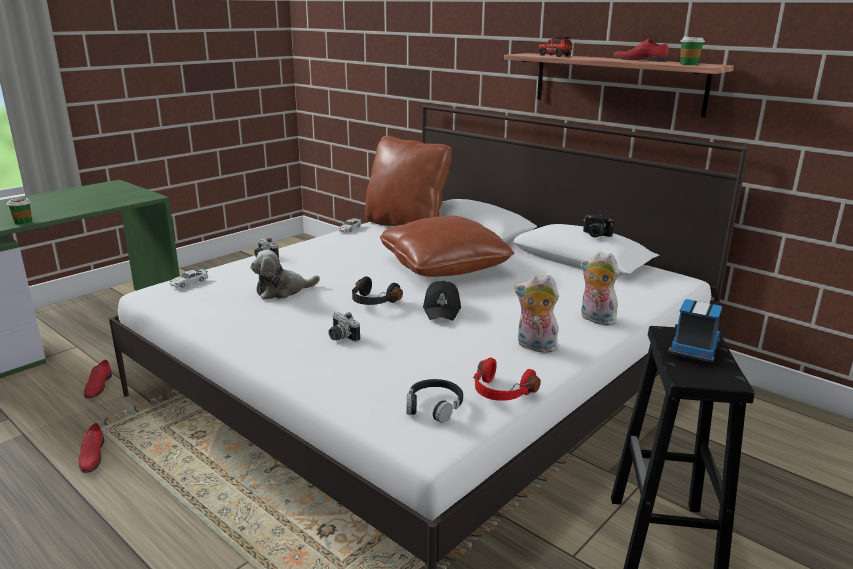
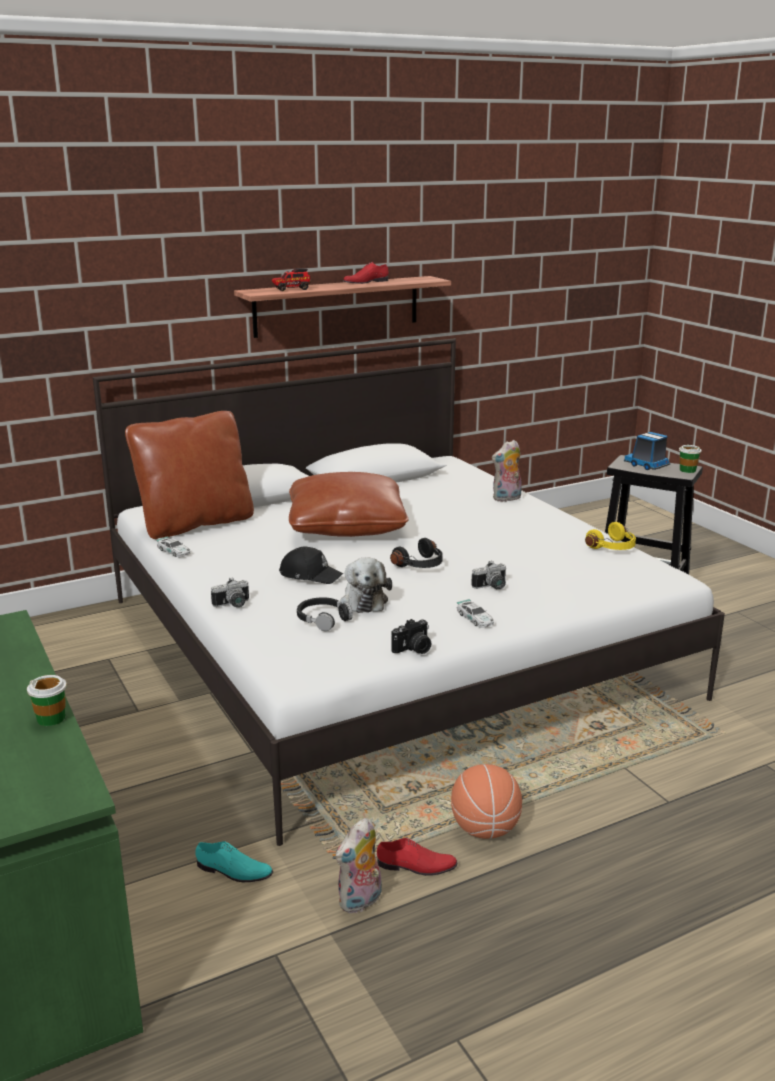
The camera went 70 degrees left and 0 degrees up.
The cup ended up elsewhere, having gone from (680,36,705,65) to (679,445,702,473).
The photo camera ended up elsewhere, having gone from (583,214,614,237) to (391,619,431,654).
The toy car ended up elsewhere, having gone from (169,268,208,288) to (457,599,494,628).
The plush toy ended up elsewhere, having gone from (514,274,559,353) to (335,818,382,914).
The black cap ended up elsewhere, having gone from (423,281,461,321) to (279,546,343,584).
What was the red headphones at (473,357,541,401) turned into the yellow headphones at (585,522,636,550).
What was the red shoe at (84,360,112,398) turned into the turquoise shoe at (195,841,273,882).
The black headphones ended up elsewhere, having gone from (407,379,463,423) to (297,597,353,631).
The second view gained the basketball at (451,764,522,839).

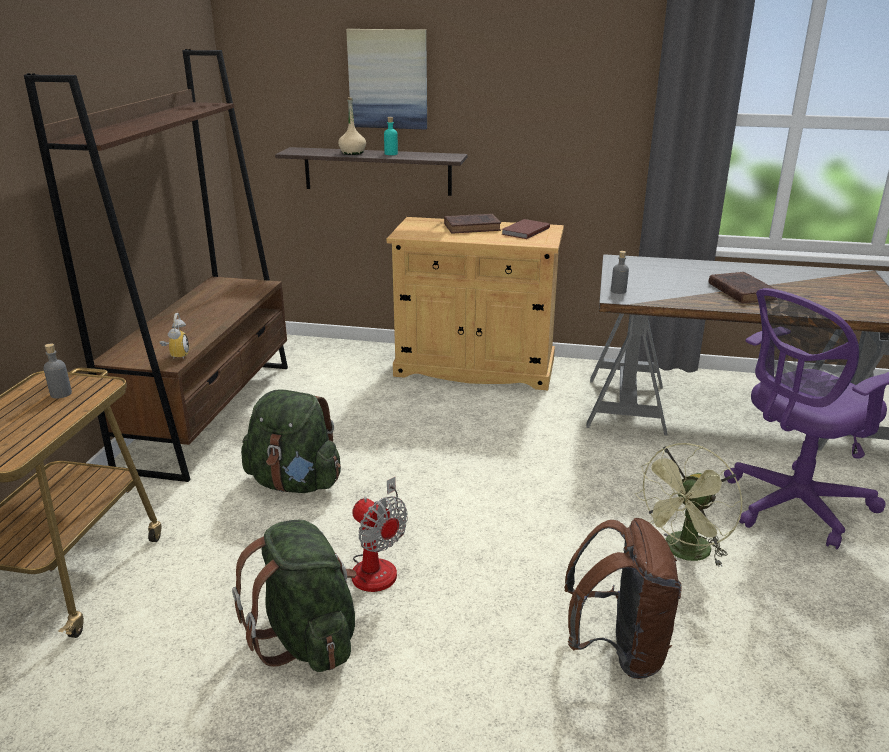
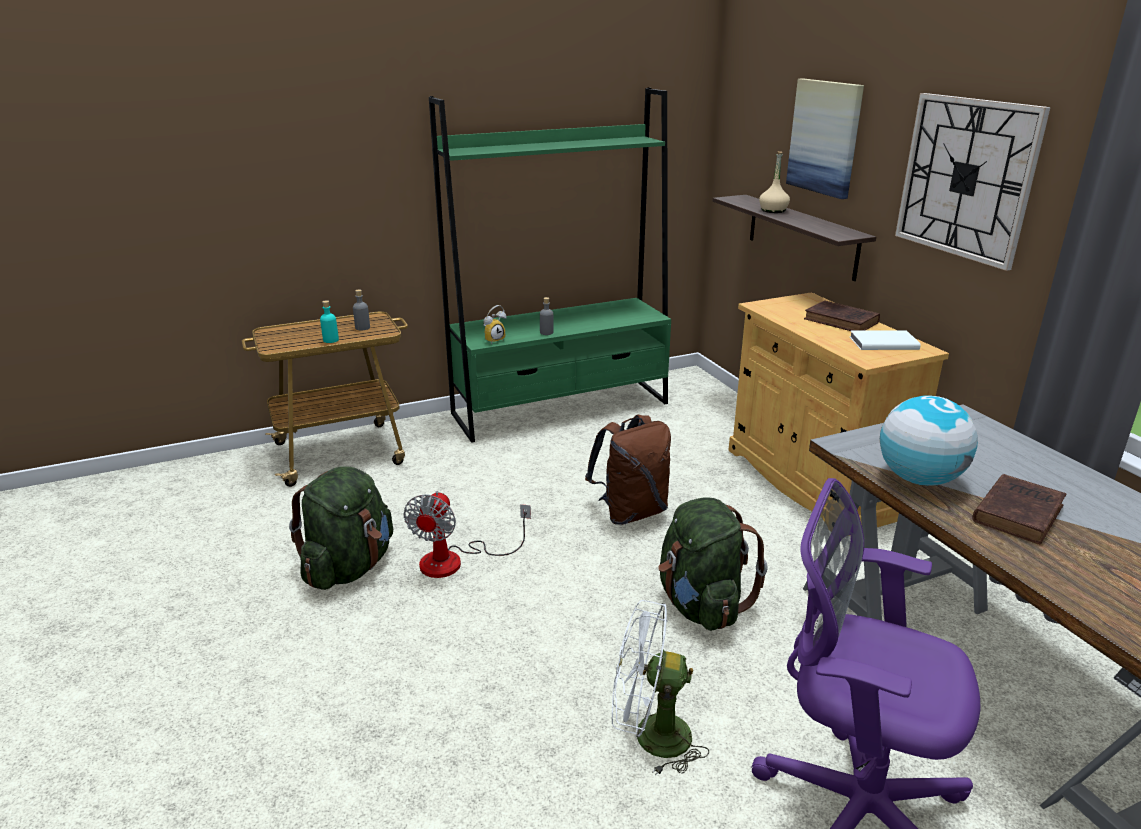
The camera went 55 degrees right and 0 degrees up.
What was the brown bookcase at (24,49,288,482) turned into the green bookcase at (429,87,671,443).
The turquoise bottle ended up elsewhere, having gone from (384,117,398,155) to (320,300,339,343).
What was the brown book at (501,219,550,239) turned into the white book at (850,330,921,350).
The grey bottle ended up elsewhere, having gone from (611,251,629,294) to (540,297,553,335).
The green backpack ended up elsewhere, having gone from (241,389,341,493) to (658,498,767,631).
What was the green fan at (635,443,743,567) turned into the white fan at (612,600,709,776).
The brown backpack ended up elsewhere, having gone from (564,518,682,679) to (585,415,671,525).
The second view gained the wall clock at (895,93,1051,271).
The second view gained the globe at (880,395,978,486).

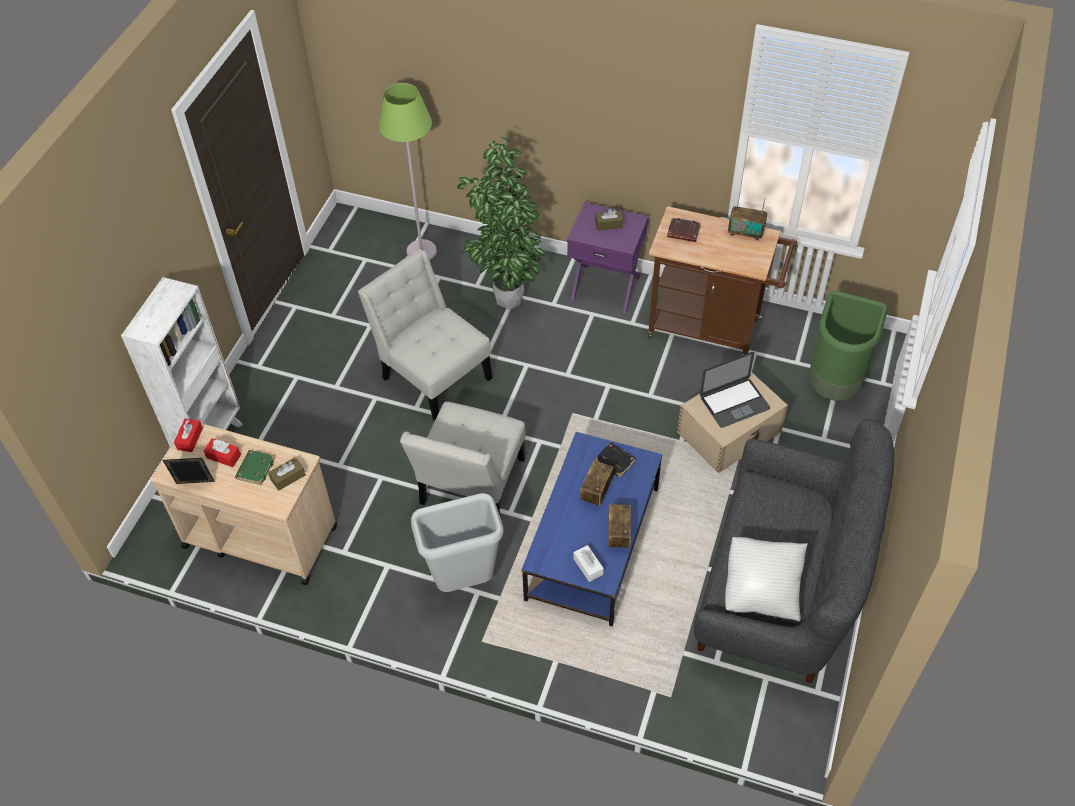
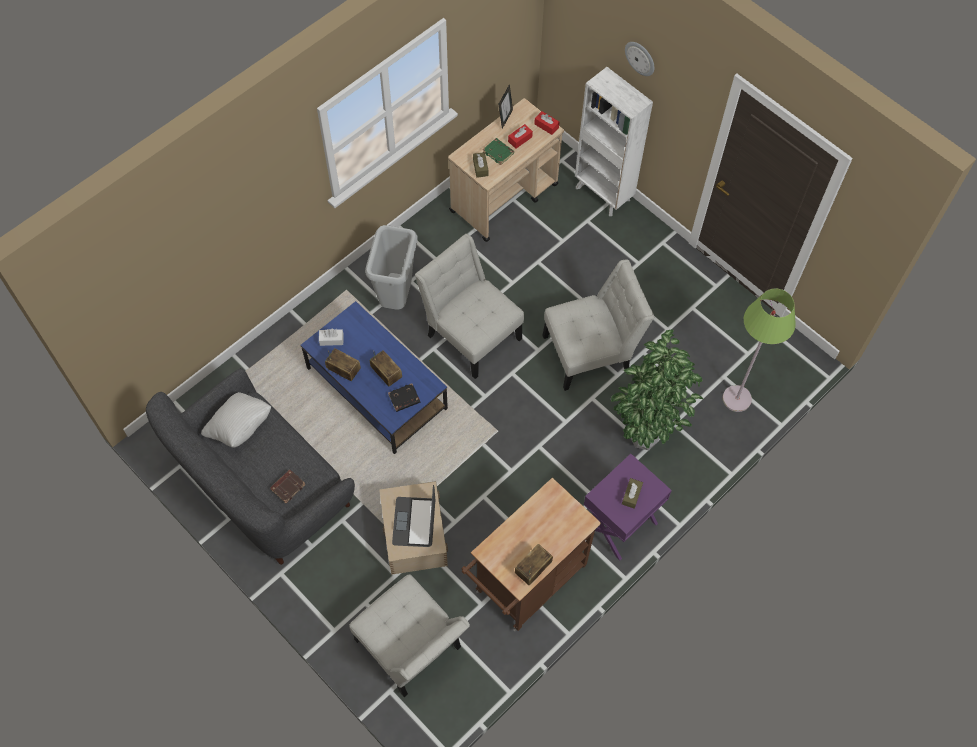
The camera went 115 degrees right and 10 degrees up.
The brown book ended up elsewhere, having gone from (667,218,701,242) to (270,470,306,503).
Where the green trash can stood at (809,291,888,401), the white chair came to stand at (349,574,470,697).
The second view gained the wall clock at (625,42,654,76).

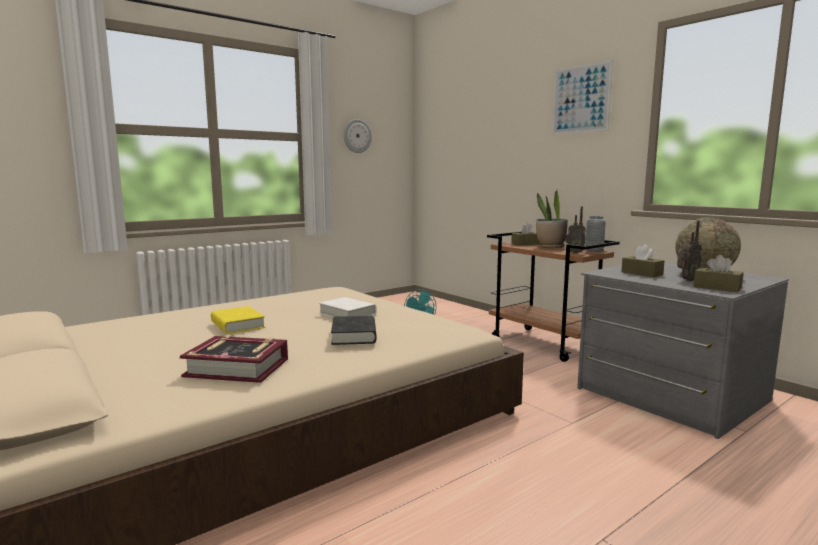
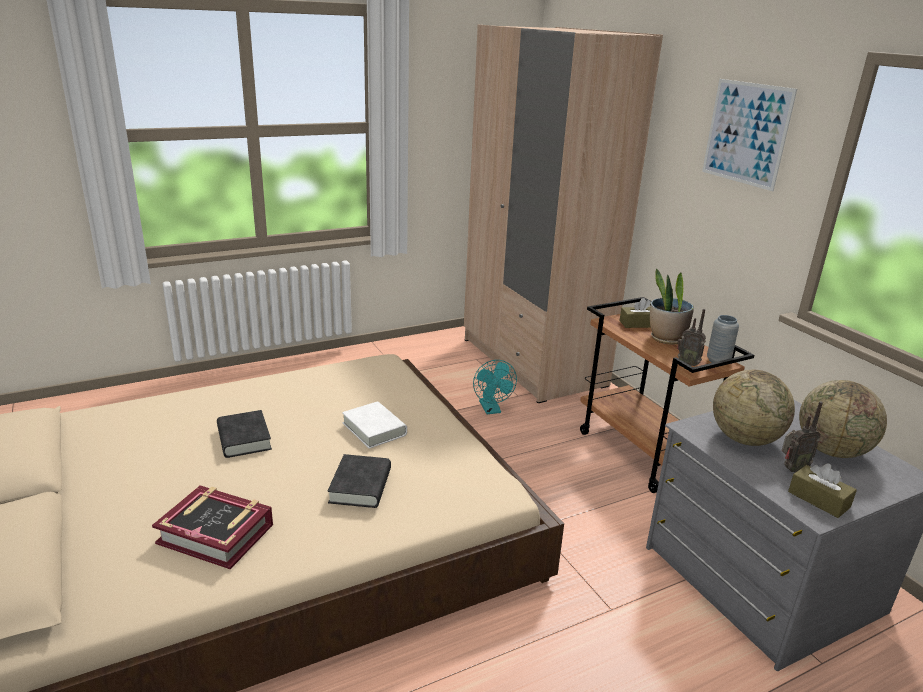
The camera went 10 degrees right and 15 degrees up.
The second view lost the wall clock at (344,119,372,153).
Where the brown tissue box stood at (621,244,664,277), the globe came to stand at (713,370,795,446).
What was the yellow book at (211,306,265,334) turned into the black book at (217,410,272,458).
The second view gained the beige wardrobe at (464,25,663,403).

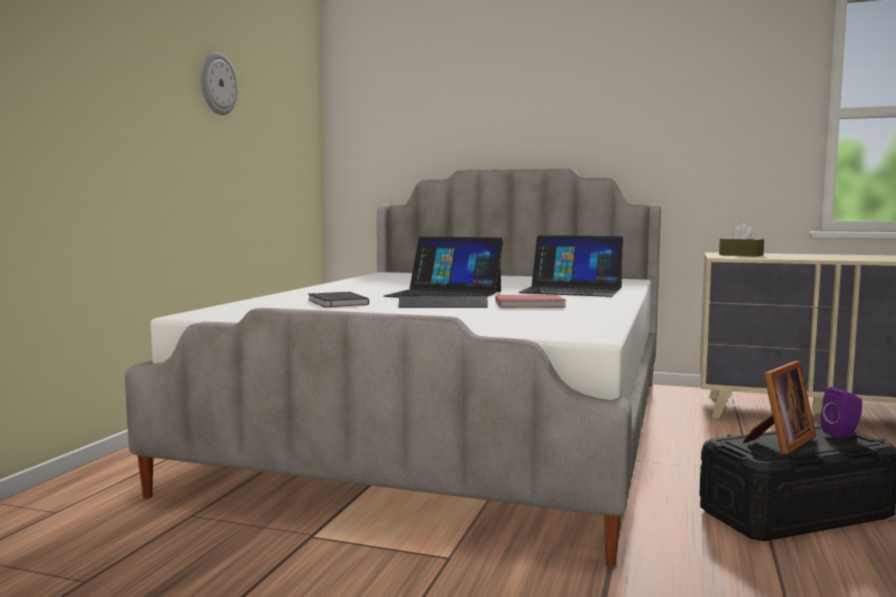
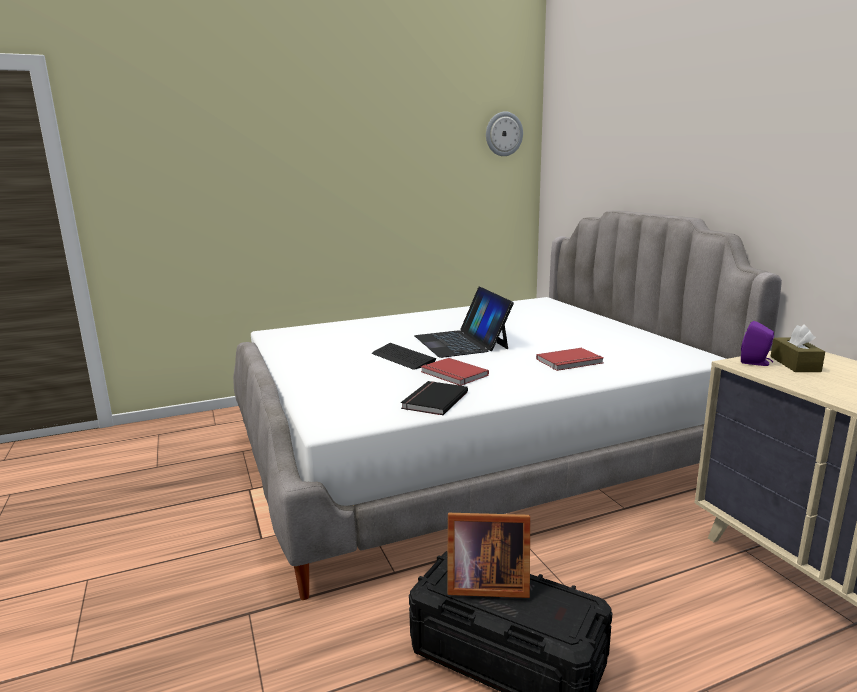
The camera went 50 degrees right and 10 degrees up.
The wall clock ended up elsewhere, having gone from (200,52,238,115) to (486,111,523,156).
Where the laptop stood at (519,235,623,297), the red book came to stand at (536,348,603,371).
The black book ended up elsewhere, having gone from (308,292,369,308) to (401,381,468,416).
The purple speaker ended up elsewhere, having gone from (821,387,862,438) to (741,321,774,366).

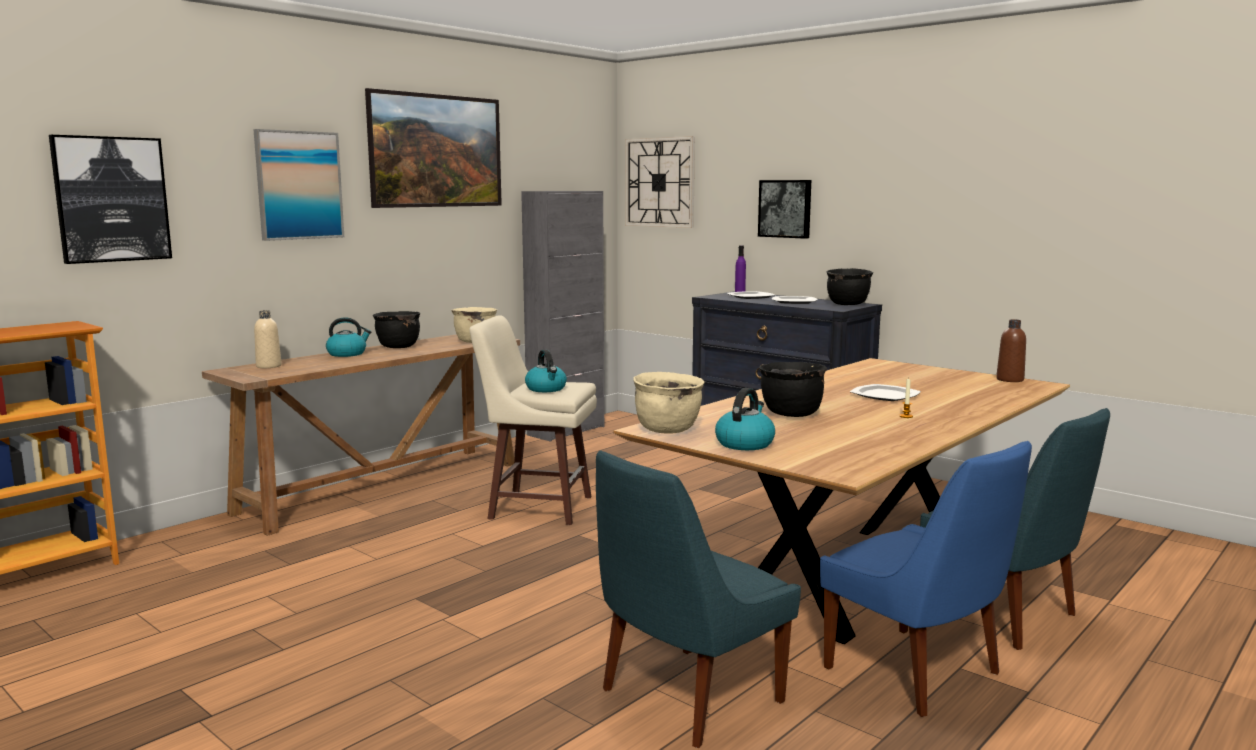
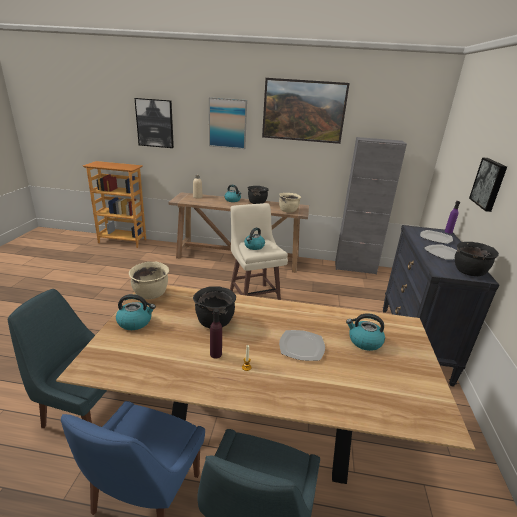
The camera went 55 degrees right and 15 degrees up.
The second view lost the wall clock at (625,136,695,228).
The second view lost the brown bottle at (996,319,1026,382).
The second view gained the purple bottle at (210,309,222,359).
The second view gained the kettle at (346,313,385,351).

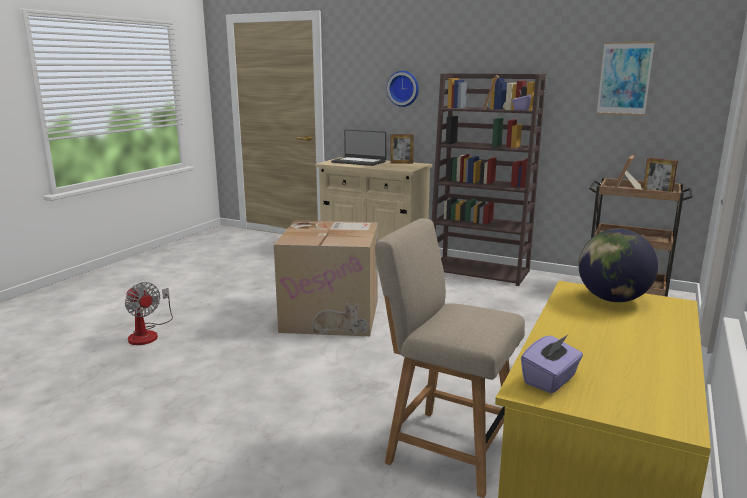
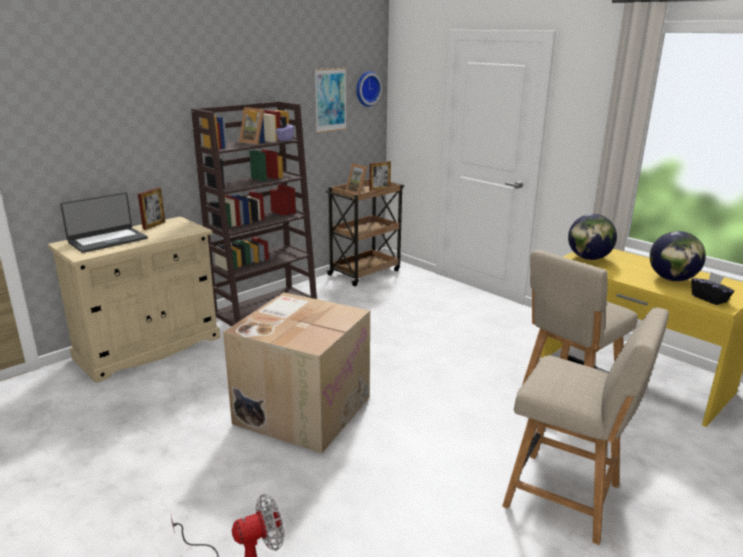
The camera went 70 degrees left and 5 degrees up.
The wall clock ended up elsewhere, having gone from (387,71,419,107) to (356,71,382,107).
What was the purple tissue box at (521,335,583,394) turned into the black tissue box at (691,272,734,305).
The second view gained the globe at (650,231,706,281).
The second view gained the beige chair at (502,307,669,545).

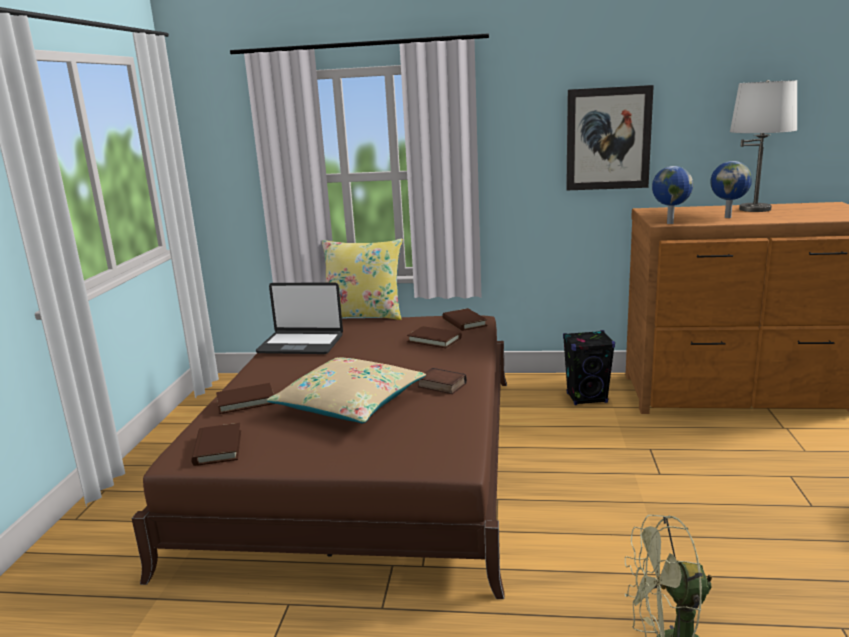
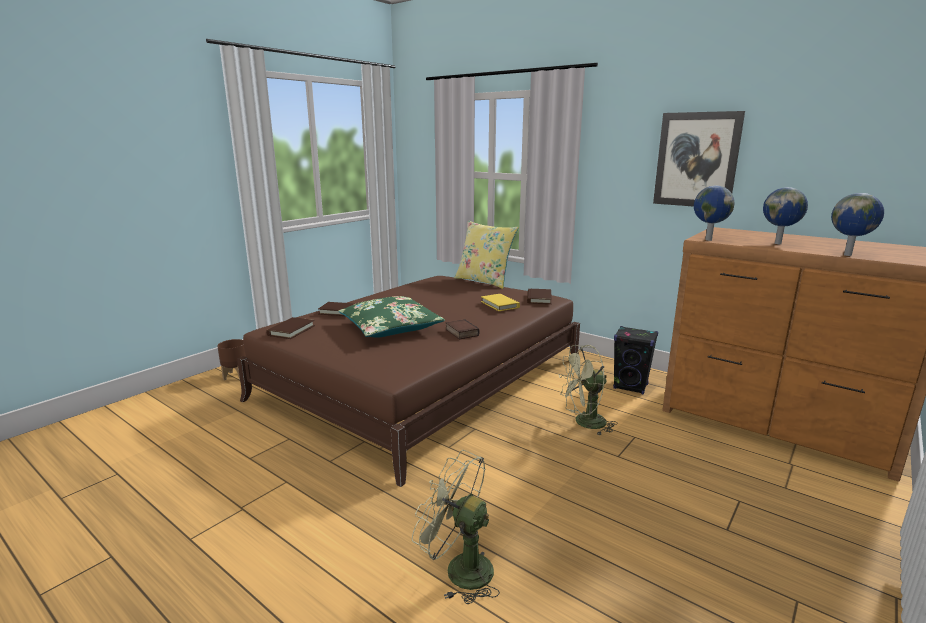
The camera went 30 degrees right and 0 degrees up.
The second view lost the white table lamp at (730,80,797,212).
The second view lost the laptop at (256,282,343,354).
What was the brown book at (407,326,462,348) turned into the yellow book at (481,294,520,311).
What was the beige pillow at (267,357,426,423) turned into the green pillow at (339,296,445,338).
The second view gained the globe at (831,193,884,256).
The second view gained the brown planter at (217,339,246,380).
The second view gained the green fan at (559,345,617,435).

